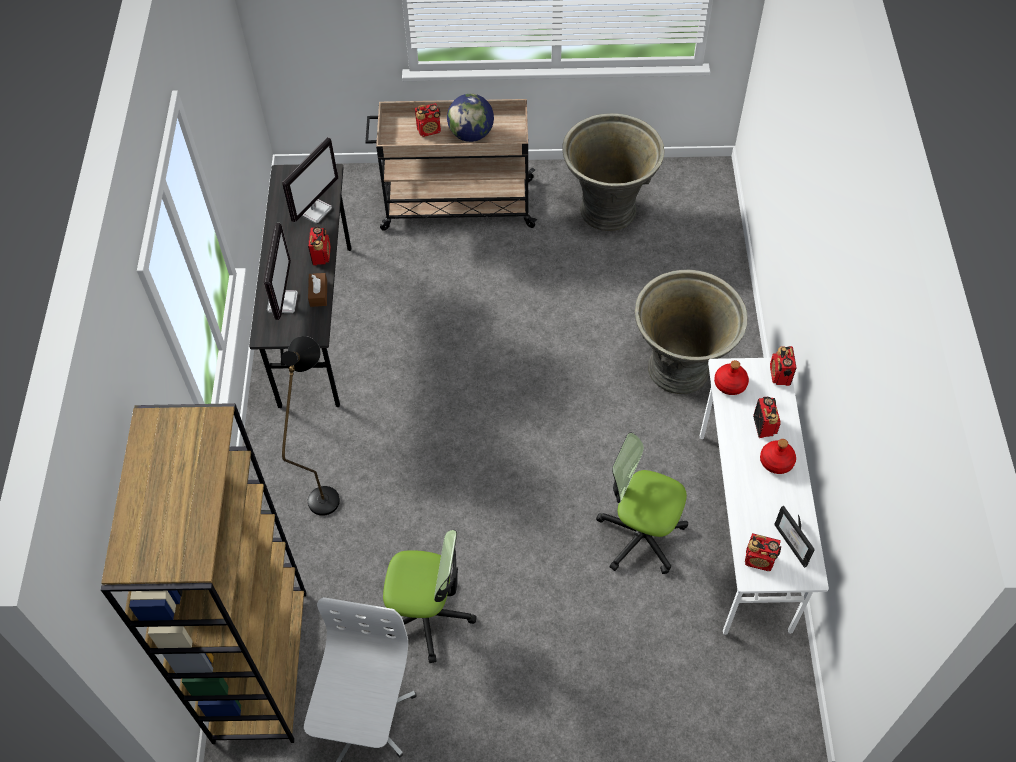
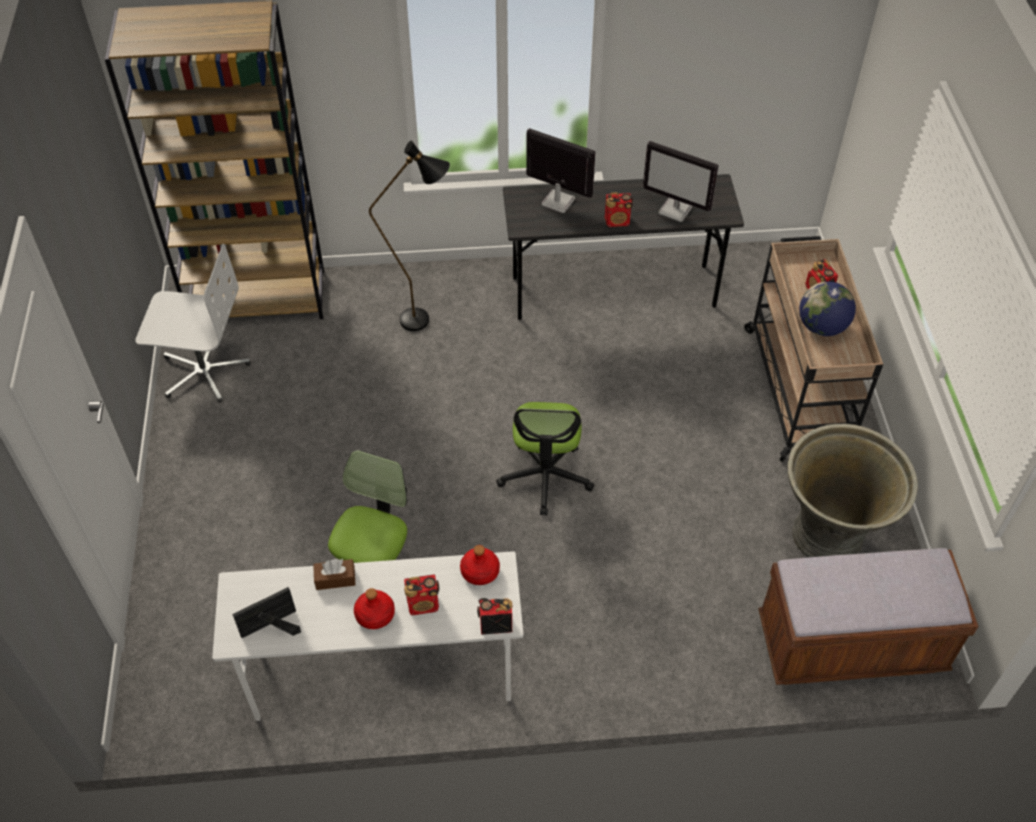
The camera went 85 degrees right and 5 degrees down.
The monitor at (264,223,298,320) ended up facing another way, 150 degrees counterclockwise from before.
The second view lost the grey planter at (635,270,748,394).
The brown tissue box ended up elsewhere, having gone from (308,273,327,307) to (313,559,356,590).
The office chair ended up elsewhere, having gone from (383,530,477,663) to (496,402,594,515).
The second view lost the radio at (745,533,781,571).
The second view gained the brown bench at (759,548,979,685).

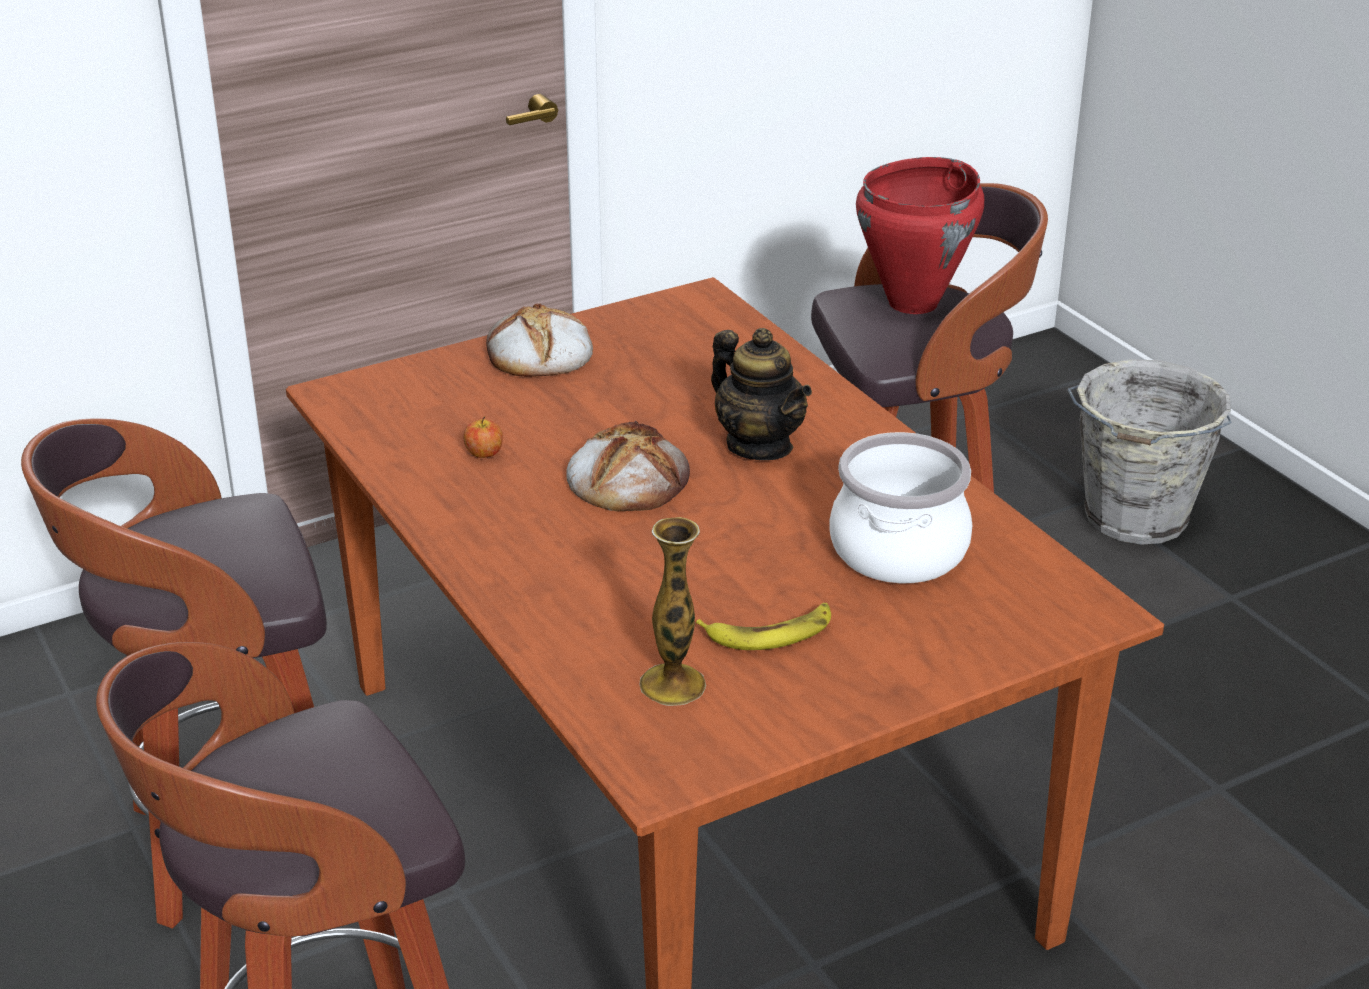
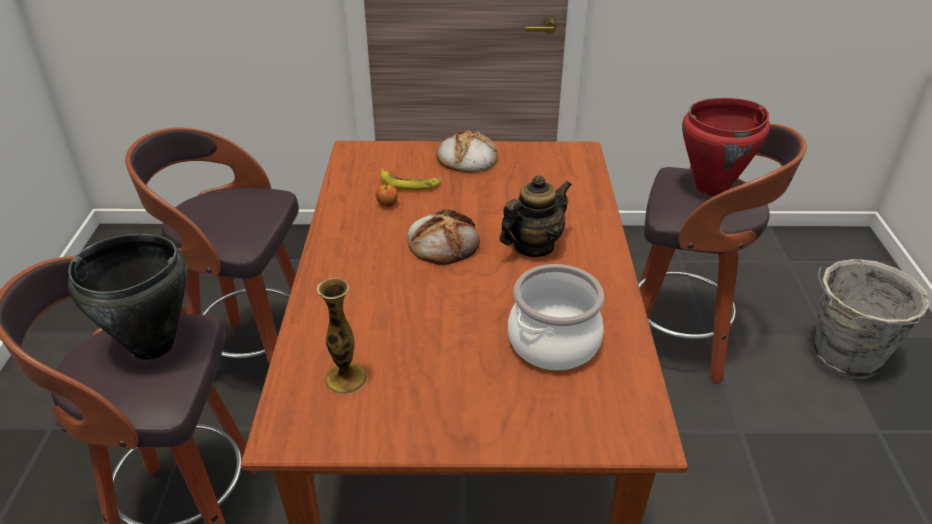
The camera went 30 degrees right and 5 degrees up.
The teapot at (711,328,812,460) ended up facing another way, 120 degrees counterclockwise from before.
The banana ended up elsewhere, having gone from (696,603,831,650) to (380,168,442,190).
The second view gained the black cooking pot at (68,234,187,360).

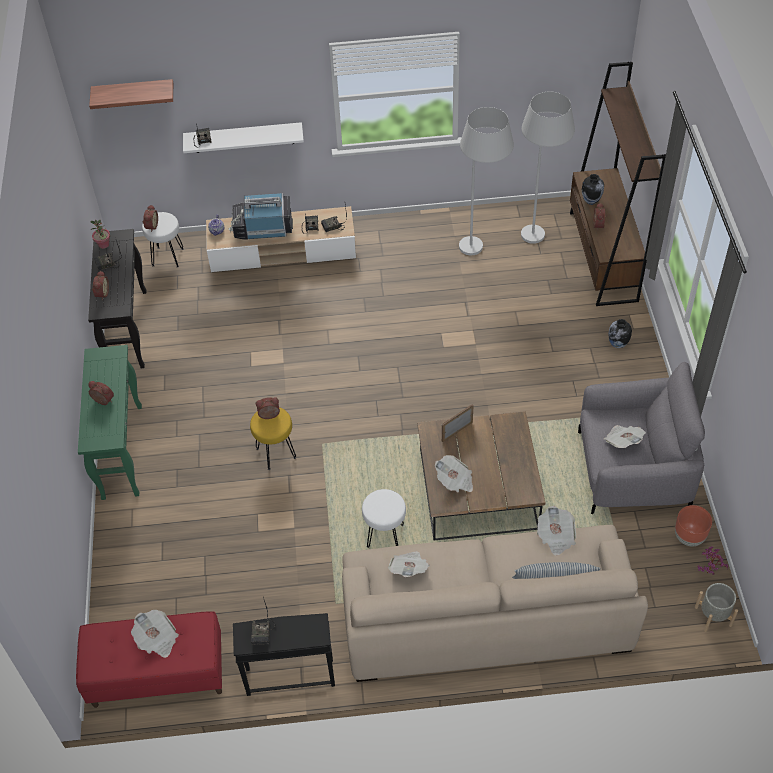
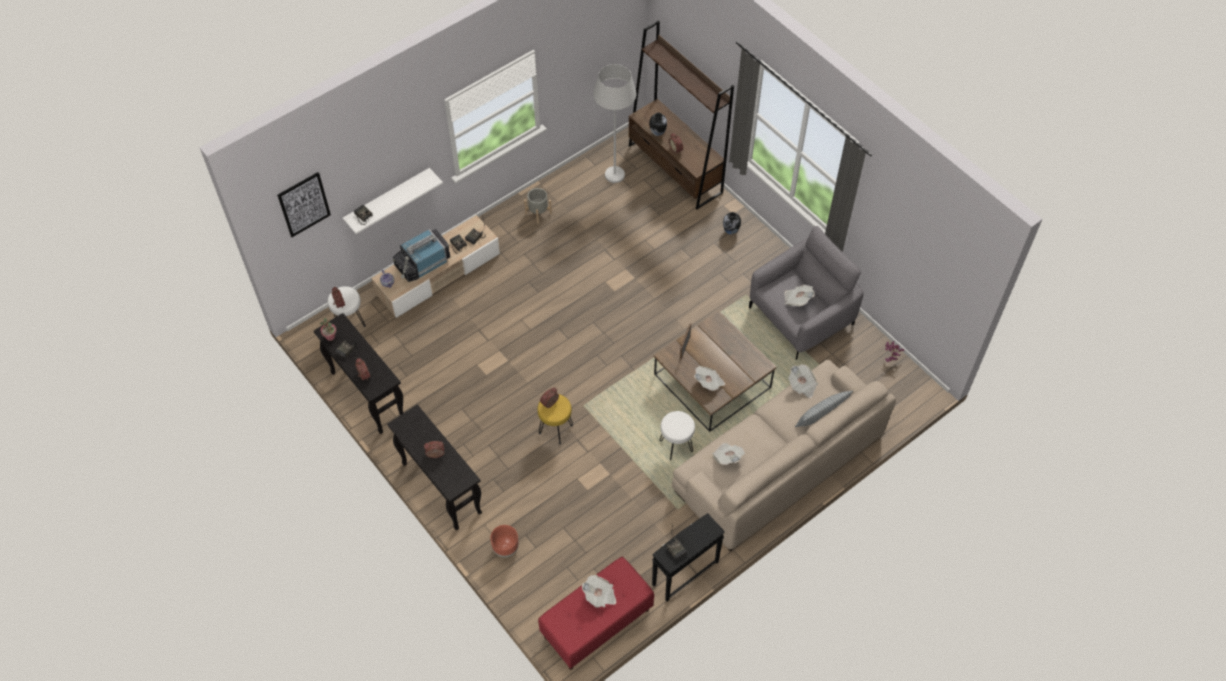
The camera went 35 degrees left and 5 degrees up.
Where the shelf hung at (89,79,173,109), the picture came to hang at (277,172,331,237).
The second view lost the white floor lamp at (459,107,514,255).
What was the green console table at (78,345,142,500) turned into the black console table at (387,404,482,530).
The brown planter ended up elsewhere, having gone from (675,505,712,546) to (490,525,519,558).
The grey planter ended up elsewhere, having gone from (695,583,738,632) to (524,188,552,224).

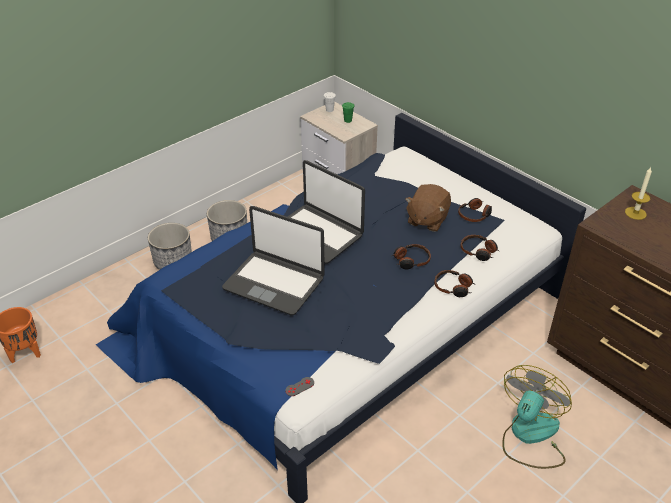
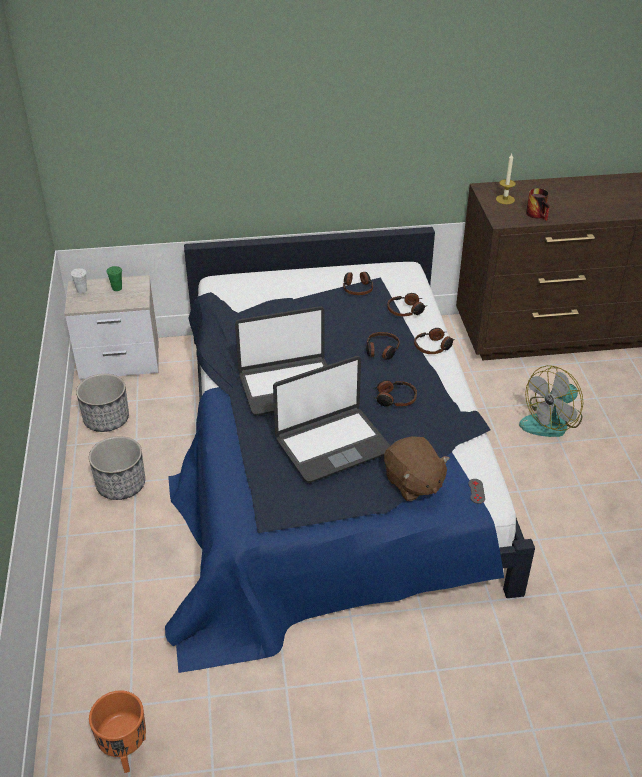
The camera went 55 degrees left and 0 degrees up.
The brown plush toy ended up elsewhere, having gone from (406,184,451,232) to (384,437,450,501).
The planter ended up elsewhere, having gone from (148,223,192,270) to (76,374,129,432).
The fan at (502,365,572,469) ended up facing another way, 105 degrees counterclockwise from before.
The second view gained the mug at (526,188,550,221).
The second view gained the headphones at (373,380,417,407).

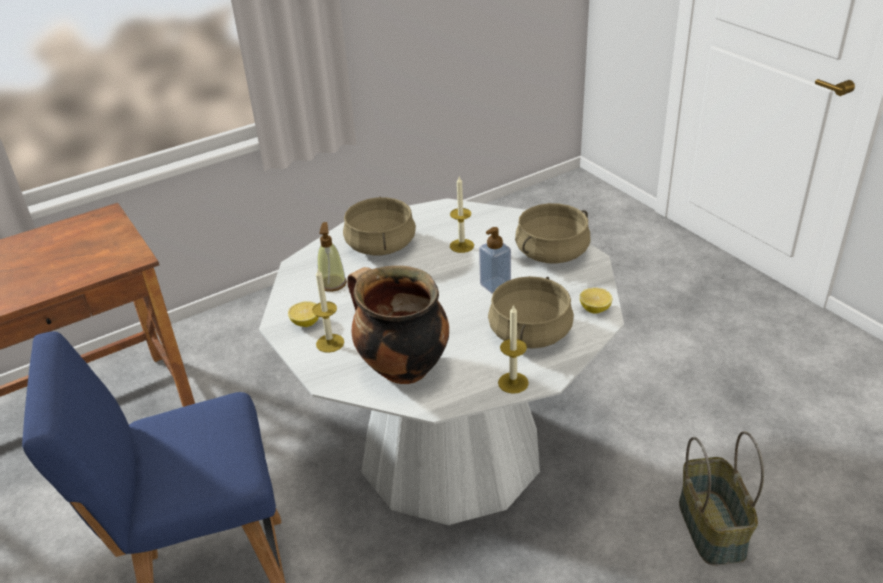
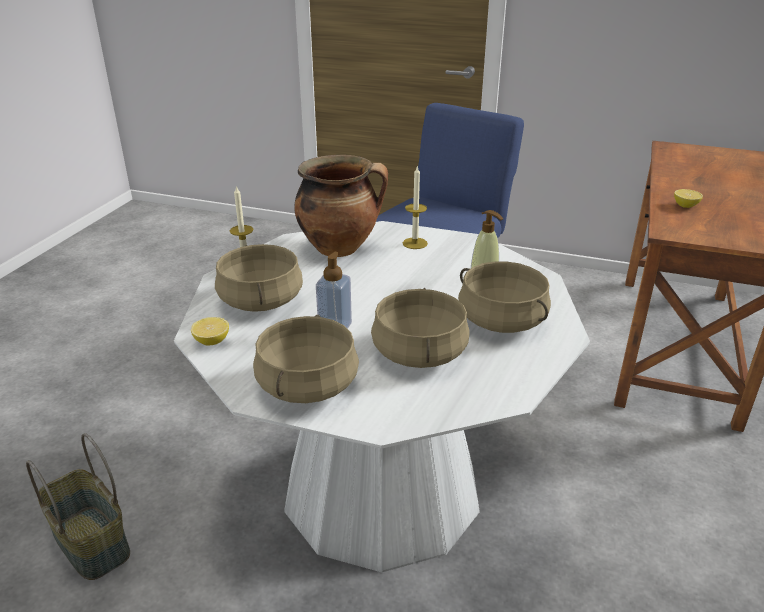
The camera went 140 degrees right and 5 degrees down.
Where the candle stood at (450,176,474,253), the beige cooking pot came to stand at (371,288,470,368).
The lemon ended up elsewhere, having gone from (288,301,319,327) to (674,189,703,208).

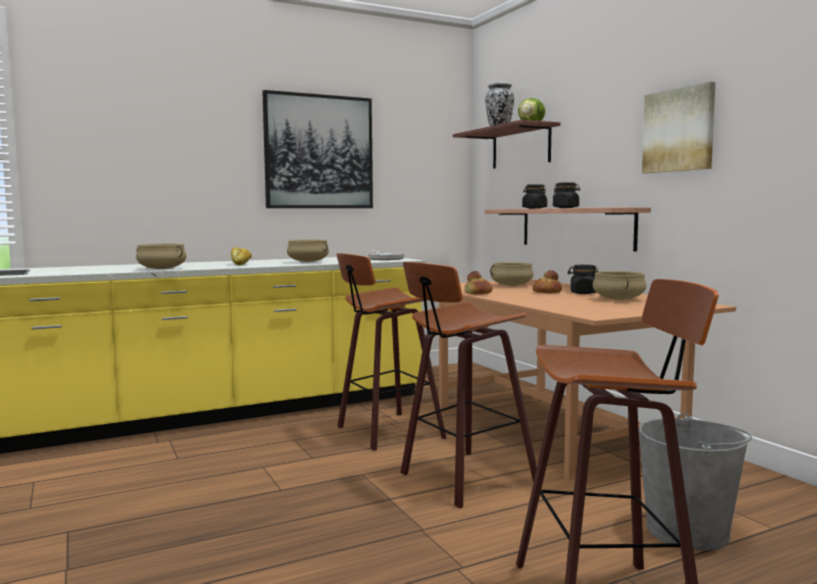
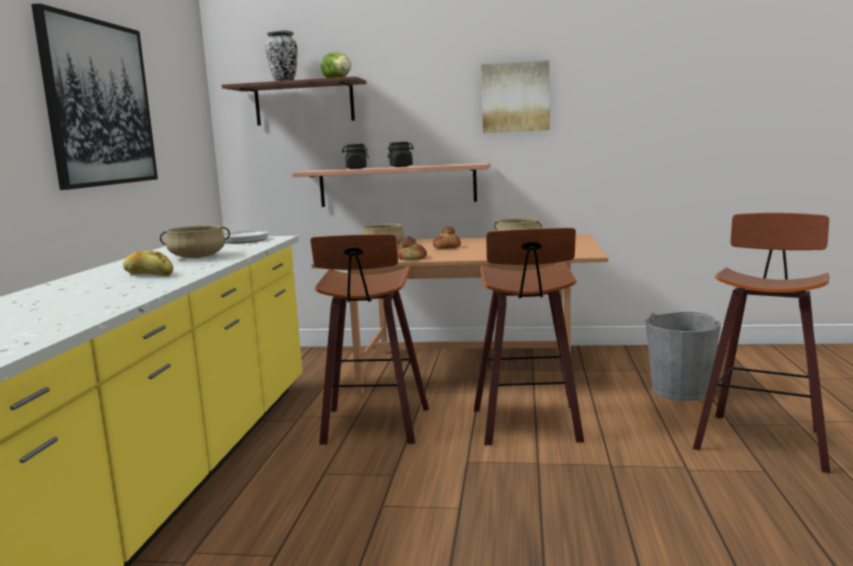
The camera went 55 degrees left and 5 degrees up.
The second view lost the beige cooking pot at (136,244,187,269).
The second view lost the black jar at (567,265,599,294).

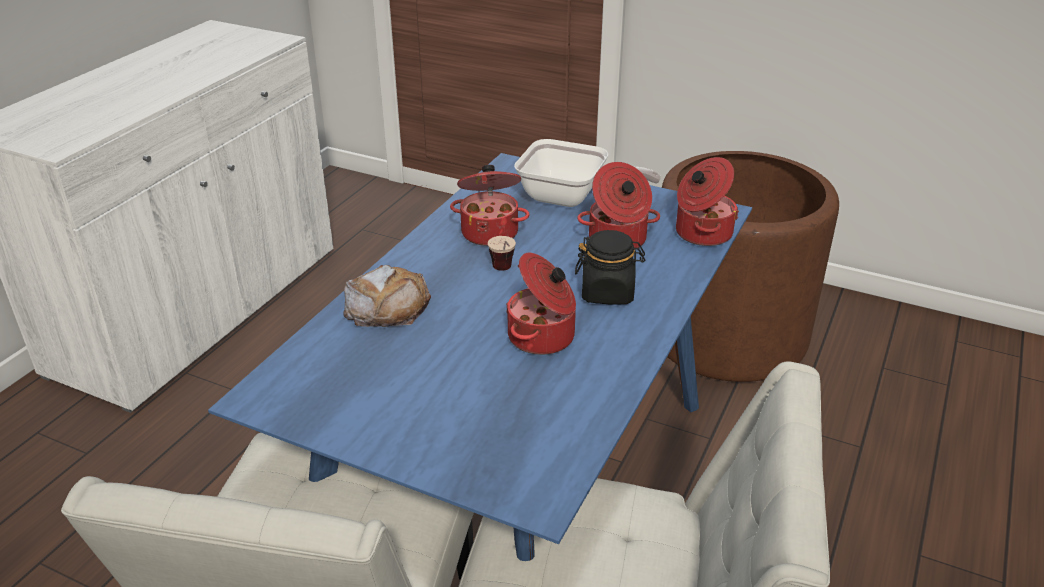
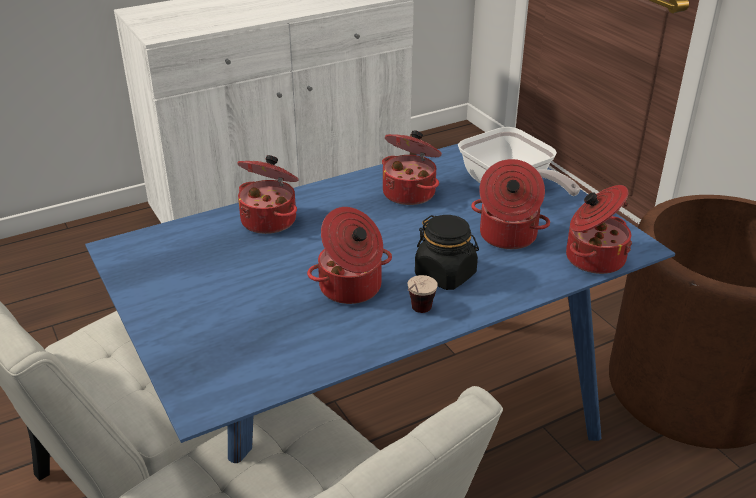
The camera went 35 degrees right and 0 degrees up.
The cup ended up elsewhere, having gone from (488,236,516,271) to (408,275,438,313).
Where the bread stood at (343,265,431,327), the cooking pot came to stand at (237,155,299,234).

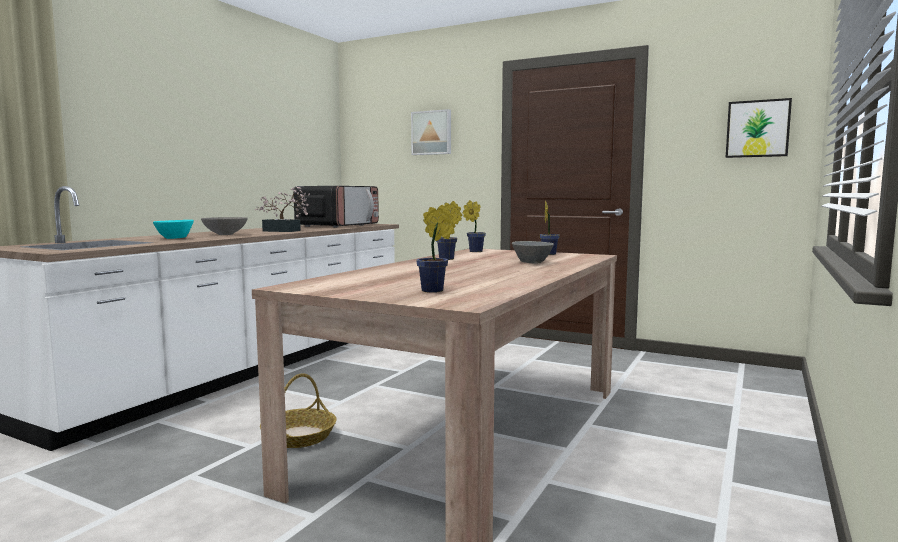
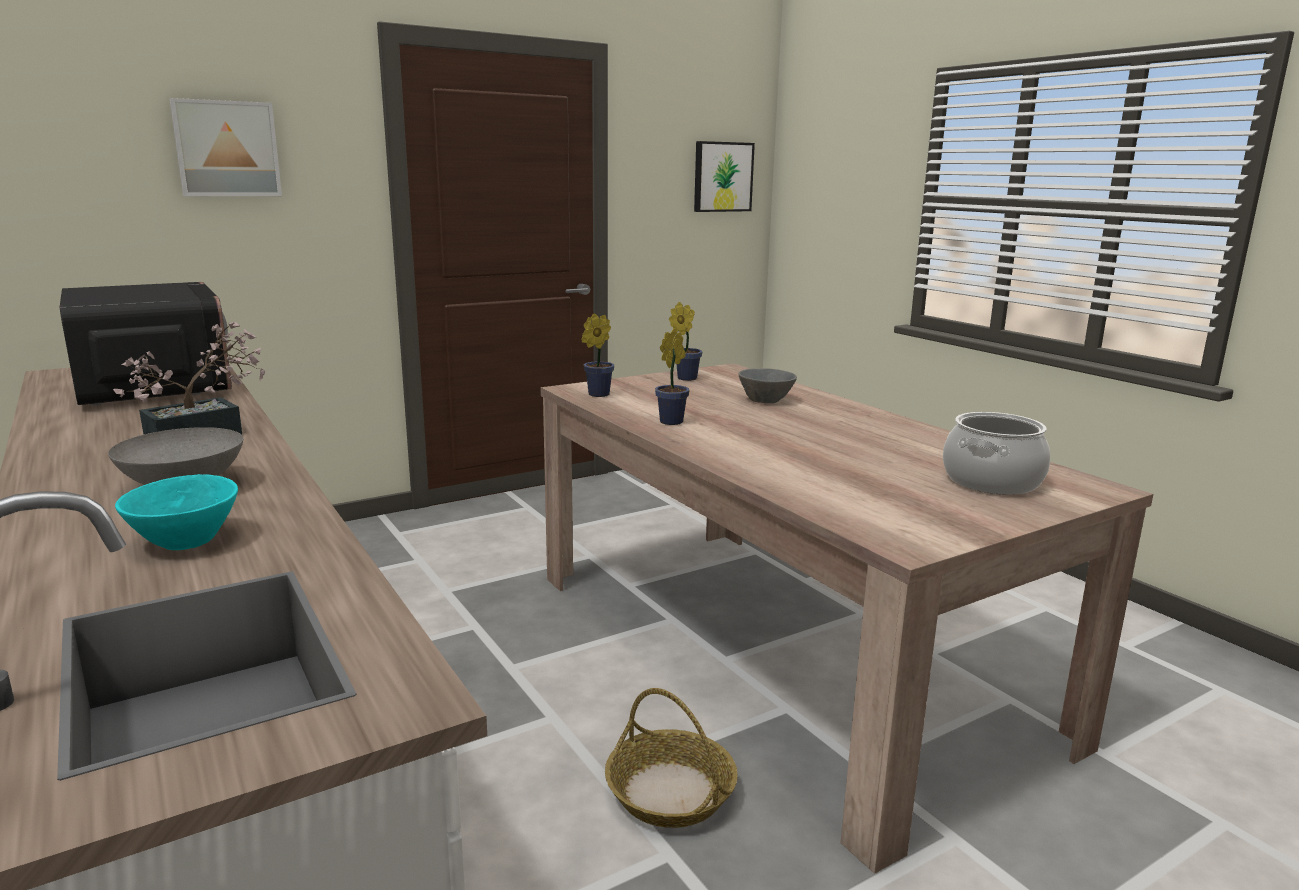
The camera went 60 degrees left and 10 degrees up.
Where the potted plant stood at (416,205,456,293), the cooking pot came to stand at (943,412,1050,495).

